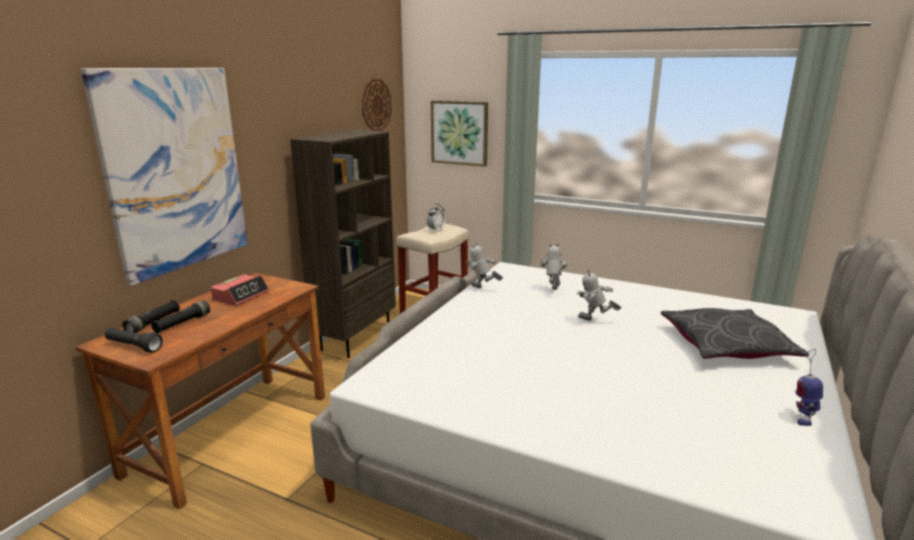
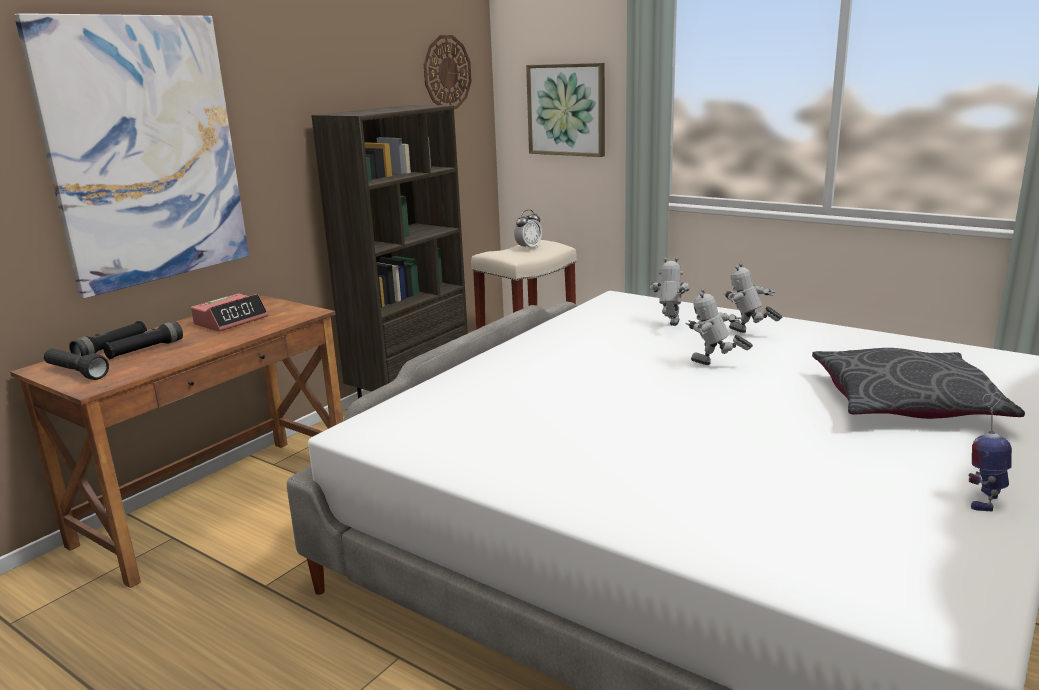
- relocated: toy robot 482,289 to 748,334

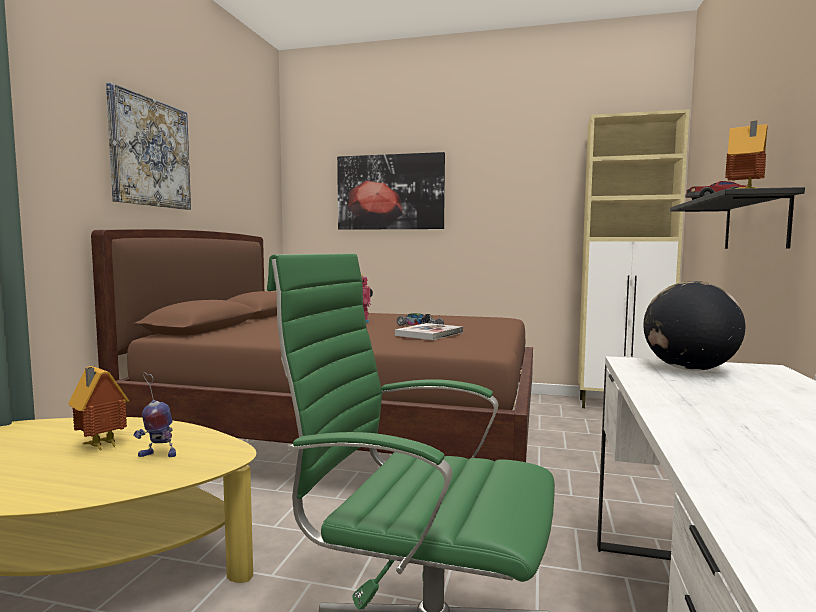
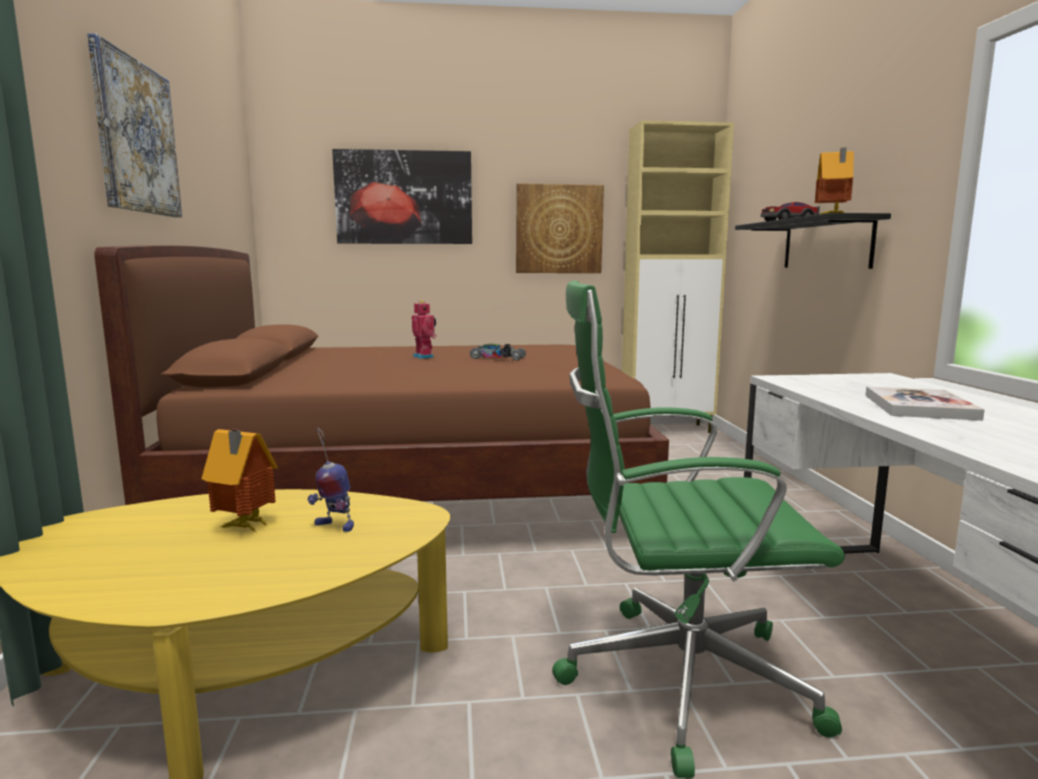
- spun: toy robot 157,455 = 334,526 45 degrees clockwise
- appeared: picture 559,229
- relocated: book 429,334 to 919,407
- missing: globe 689,369

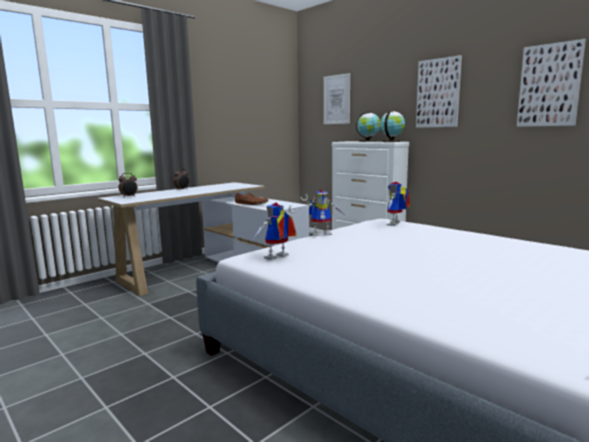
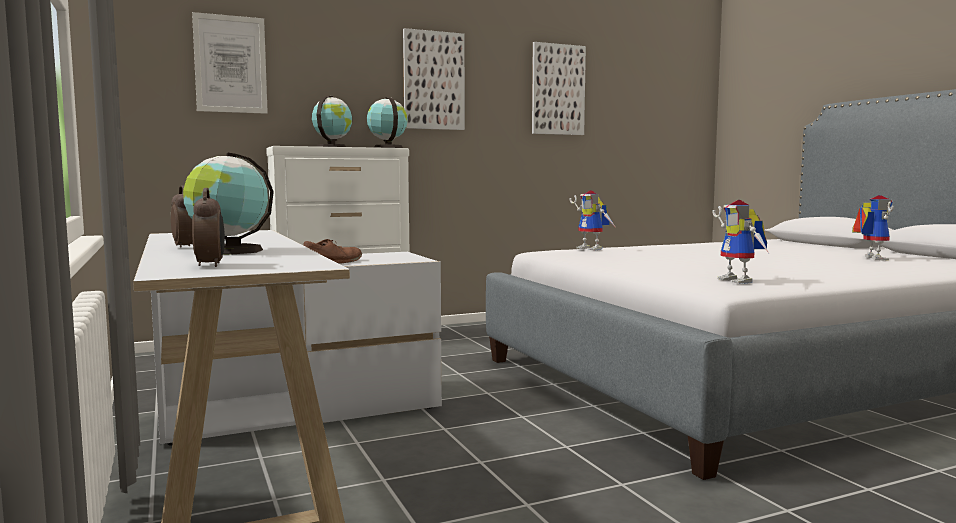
- appeared: globe 229,251
- relocated: toy robot 322,233 to 870,258

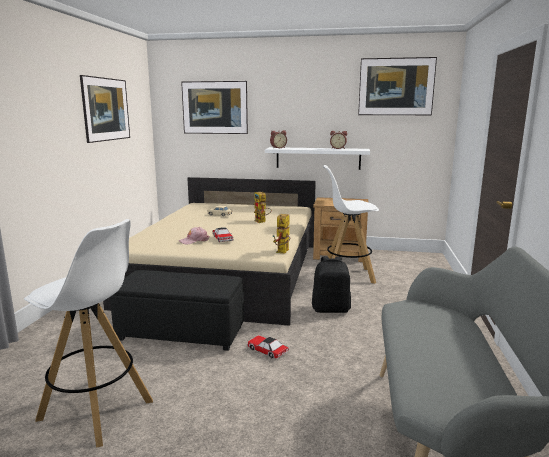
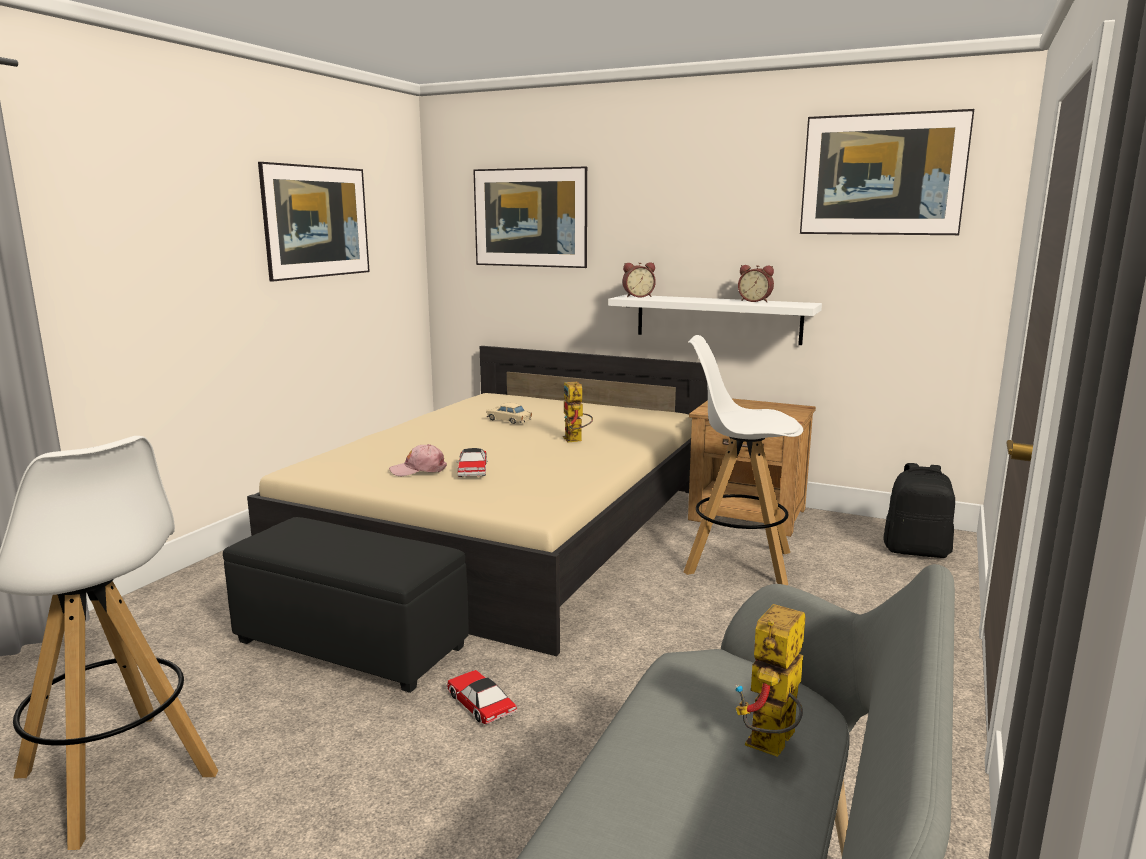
- relocated: toy robot 283,252 to 771,747
- relocated: backpack/black 331,309 to 916,551

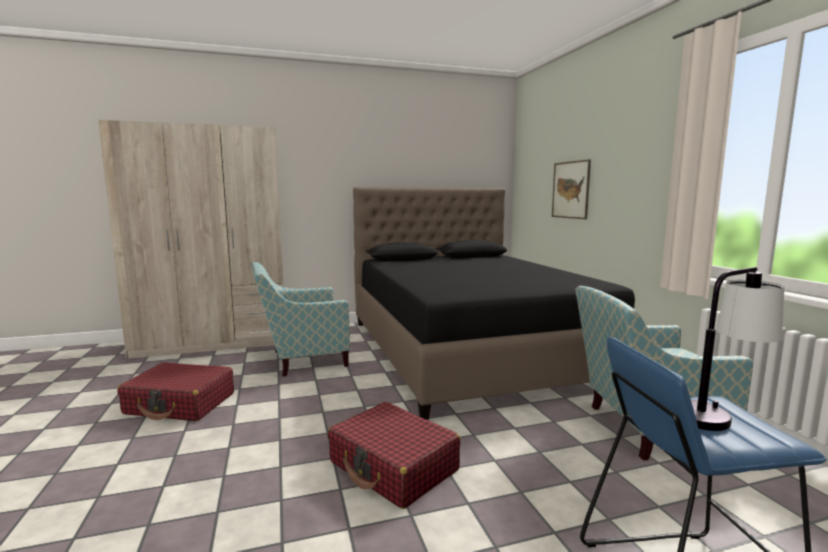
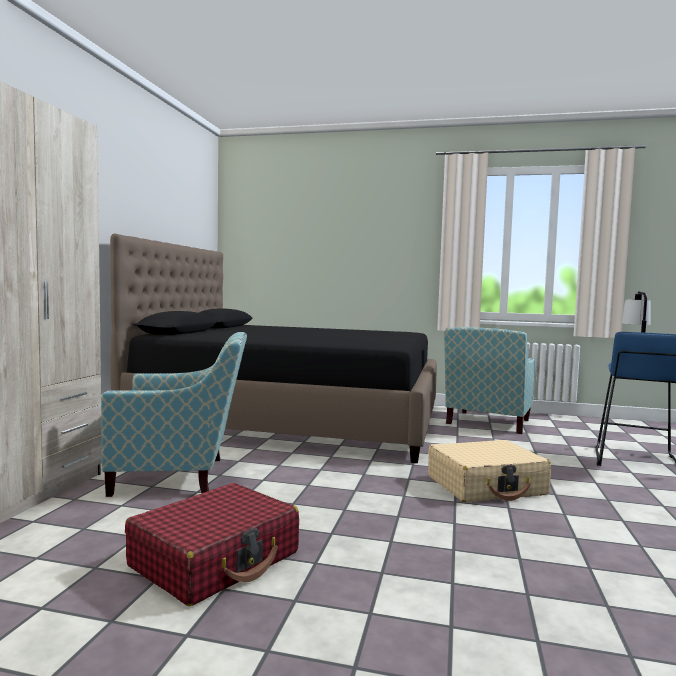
- spun: armchair 301,360 = 182,476 105 degrees counterclockwise
- colour: suitcase/red 393,467 to suitcase/beige 486,486
- missing: picture 570,190

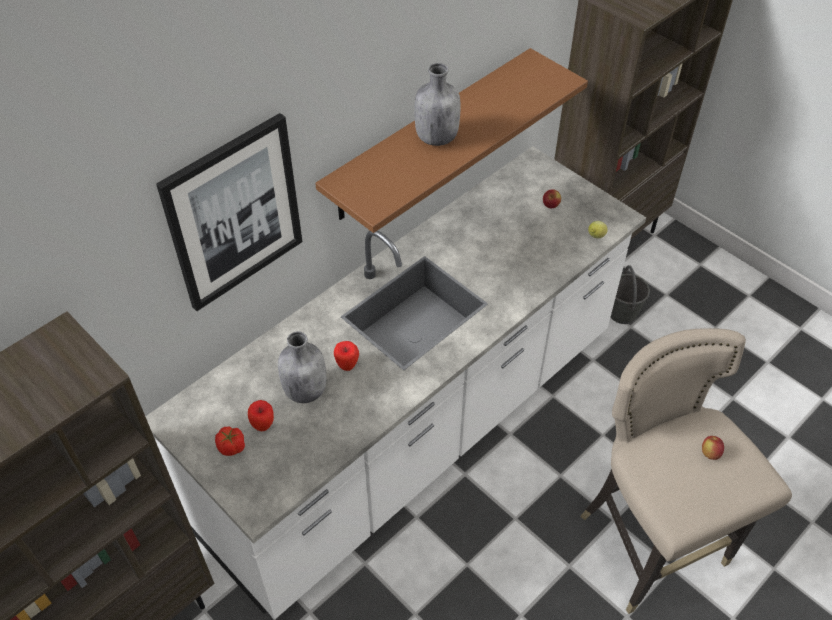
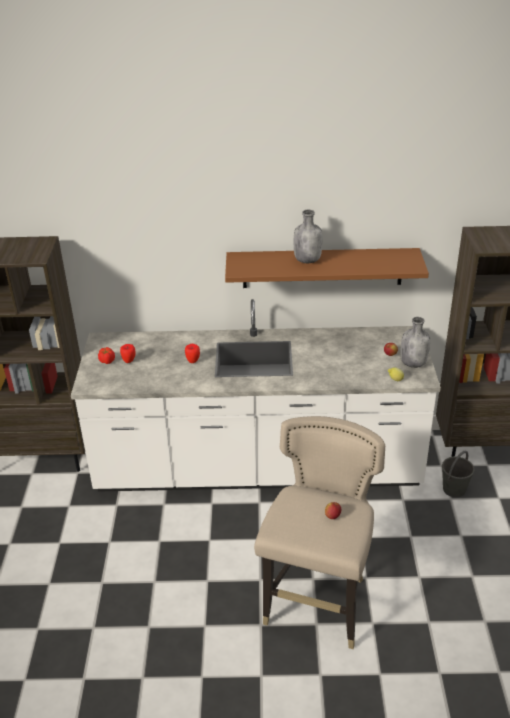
- relocated: bottle/grey 305,390 to 413,363
- missing: picture 234,213

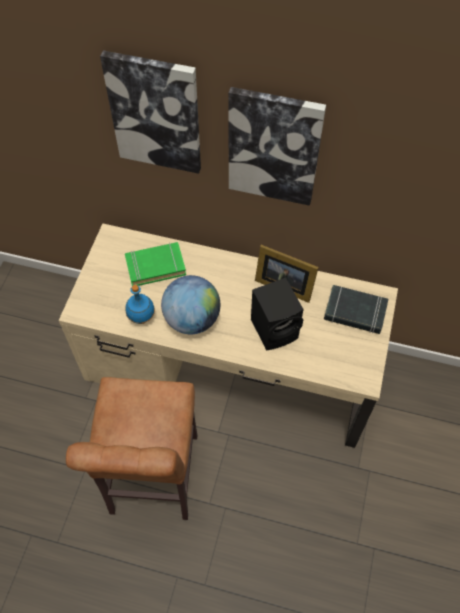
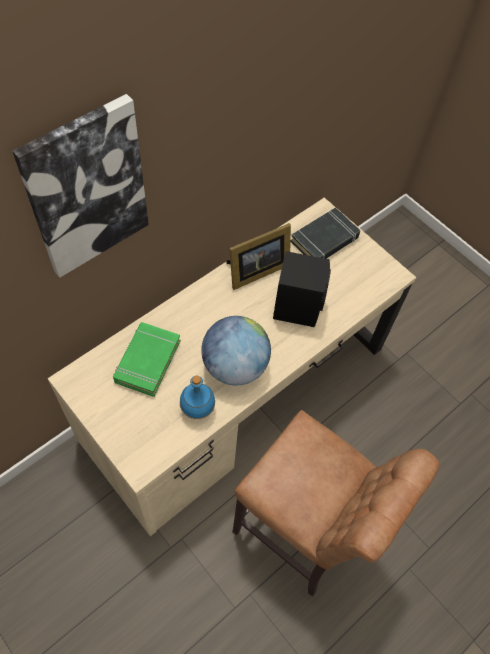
- missing: picture 274,147

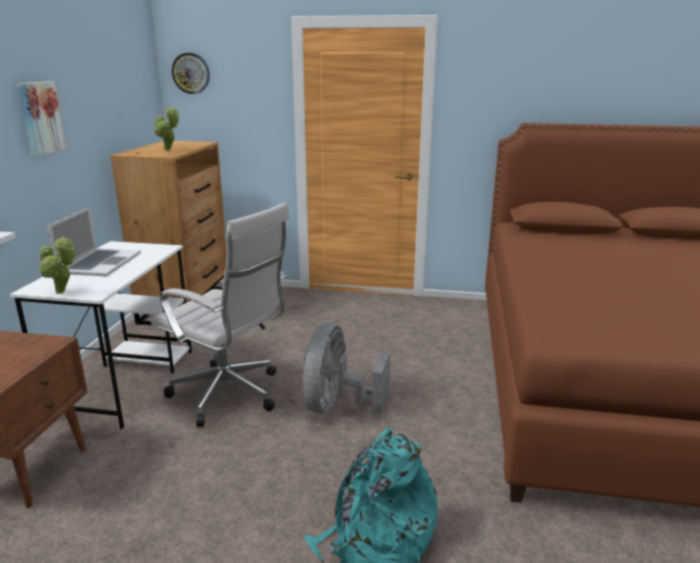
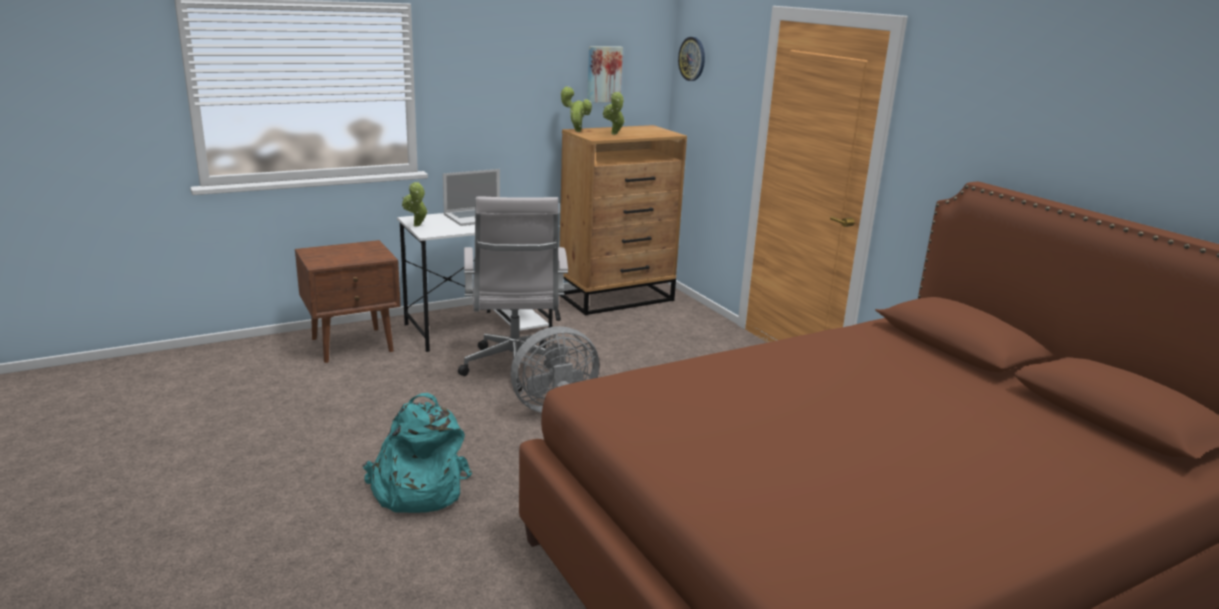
- appeared: potted plant 576,131
- relocated: picture 40,118 to 603,74

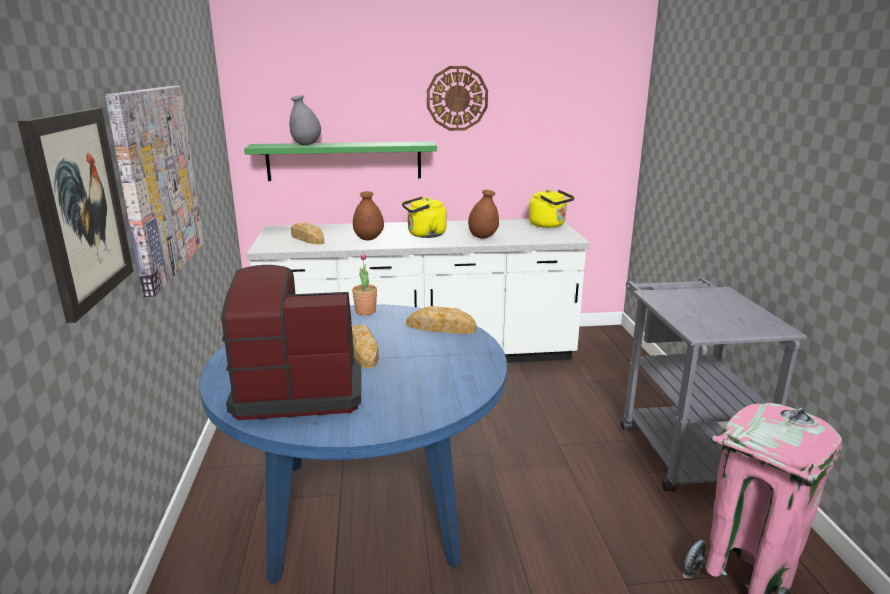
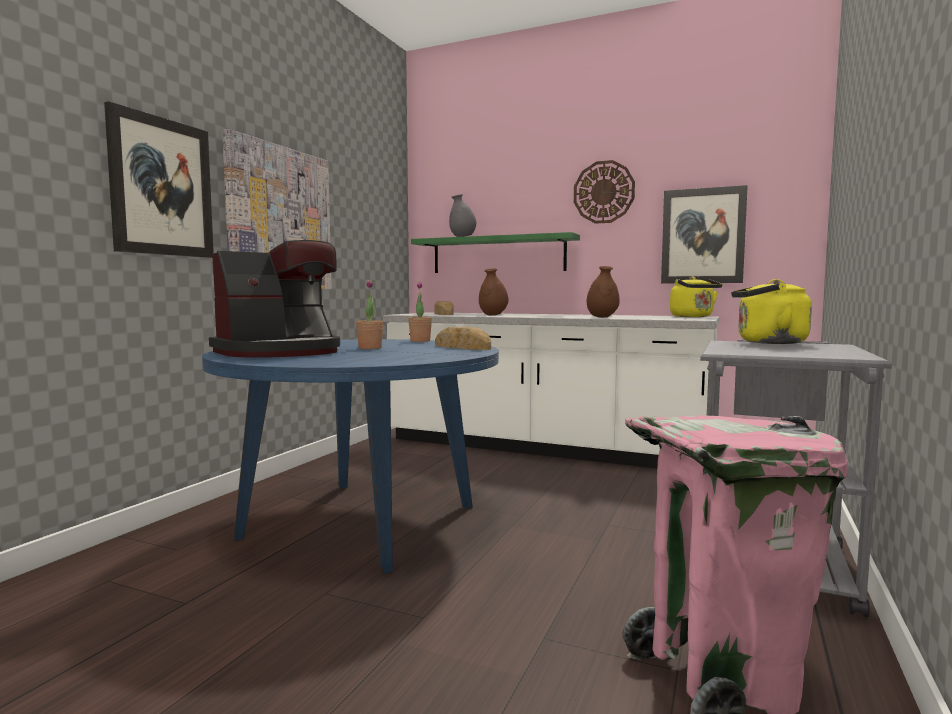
- spun: coffee machine 298,390 = 280,352 120 degrees clockwise
- exchanged: bread 362,351 to potted plant 370,348
- appeared: picture 703,236
- relocated: kettle/yellow 424,235 to 767,342

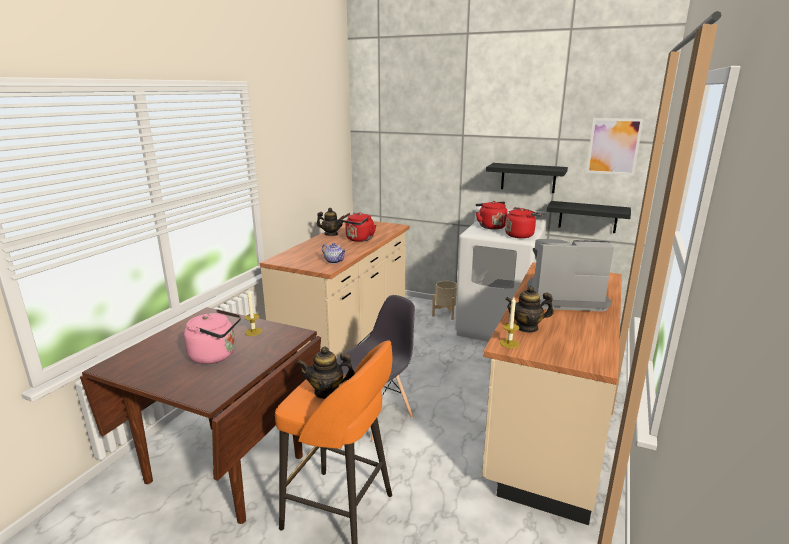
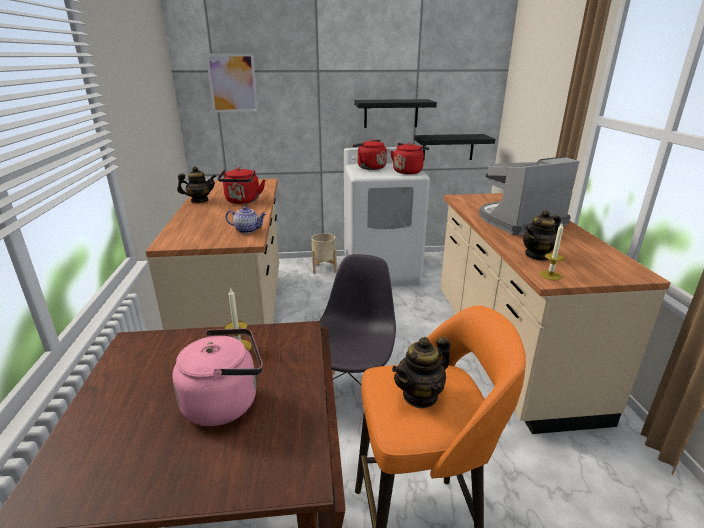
- relocated: picture 613,146 to 232,83

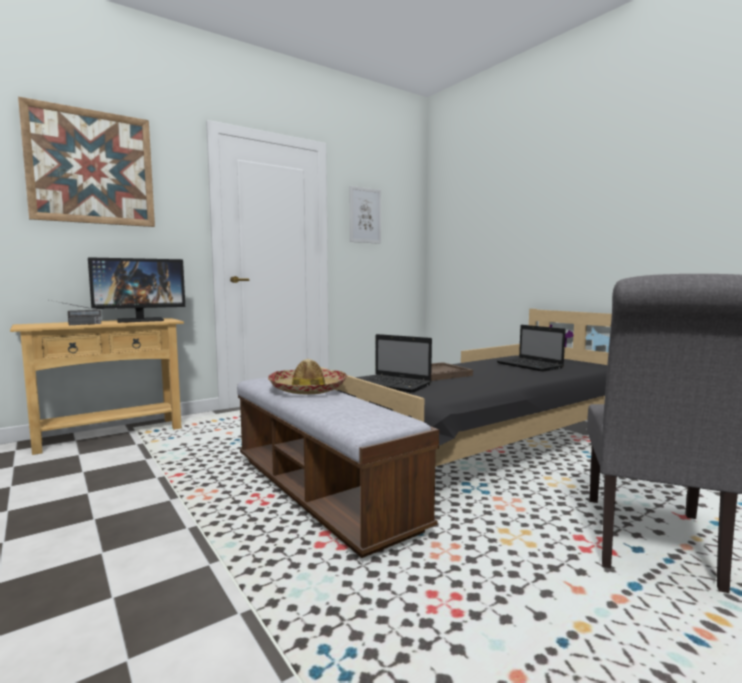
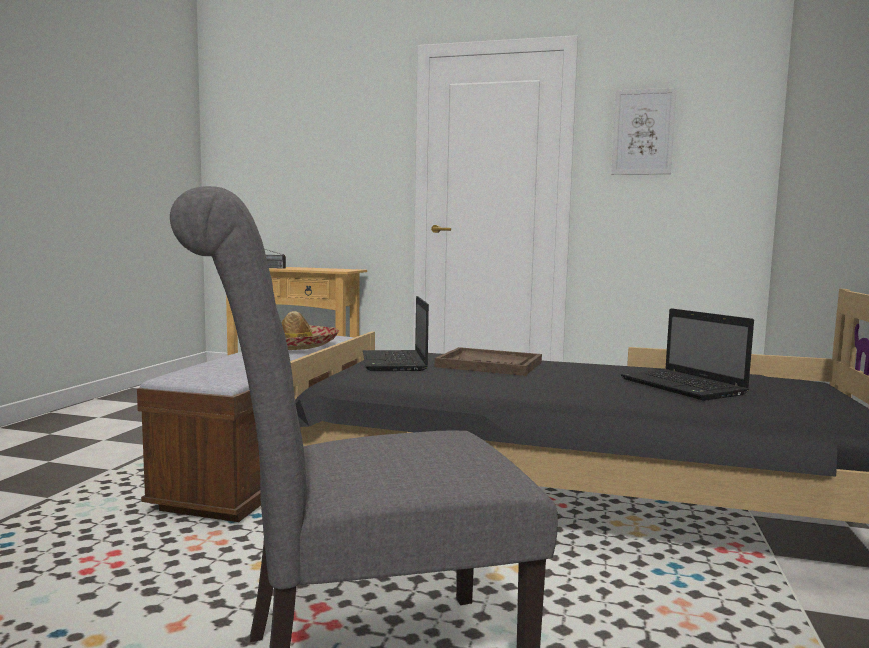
- spun: laptop 531,366 = 685,387 45 degrees counterclockwise
- missing: picture 91,167
- missing: monitor 141,320

